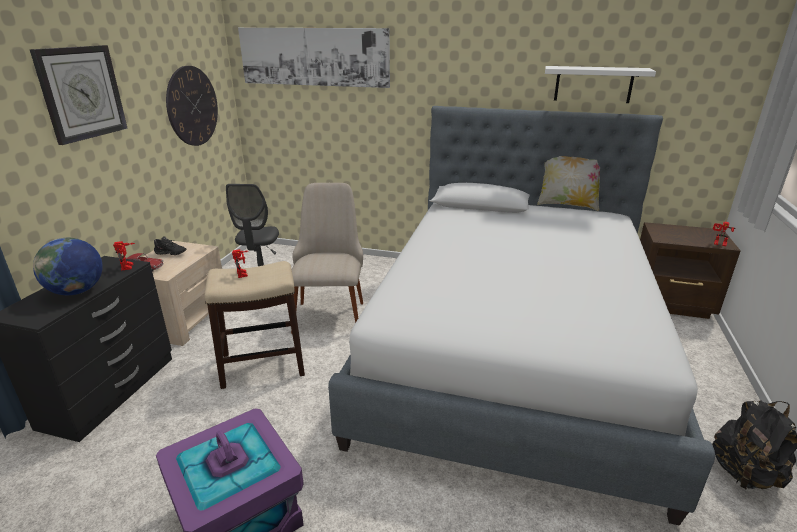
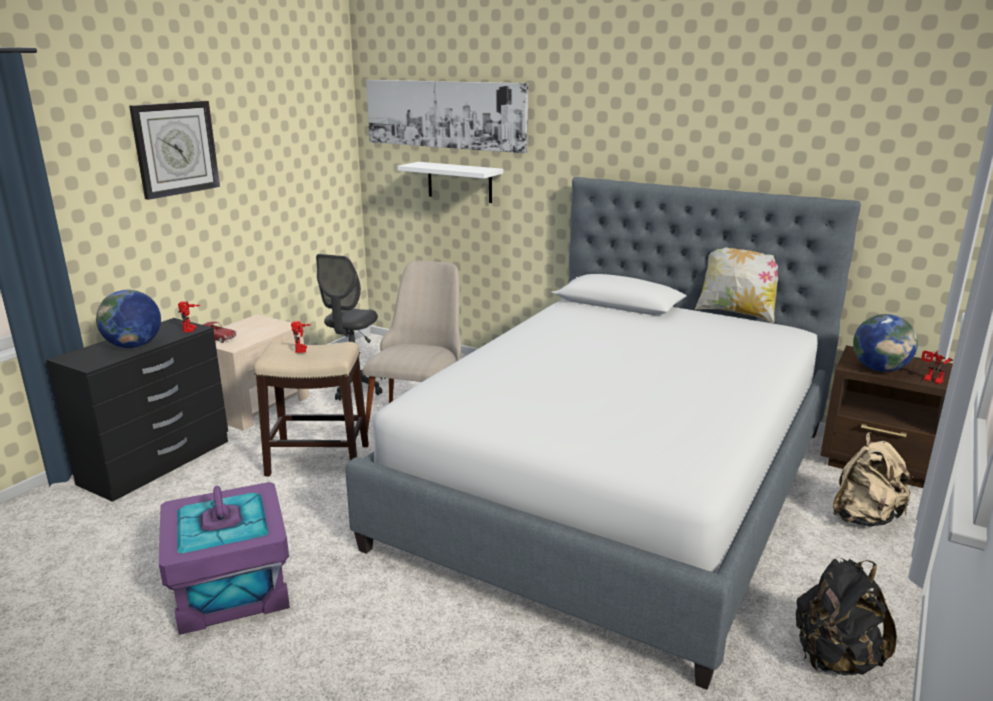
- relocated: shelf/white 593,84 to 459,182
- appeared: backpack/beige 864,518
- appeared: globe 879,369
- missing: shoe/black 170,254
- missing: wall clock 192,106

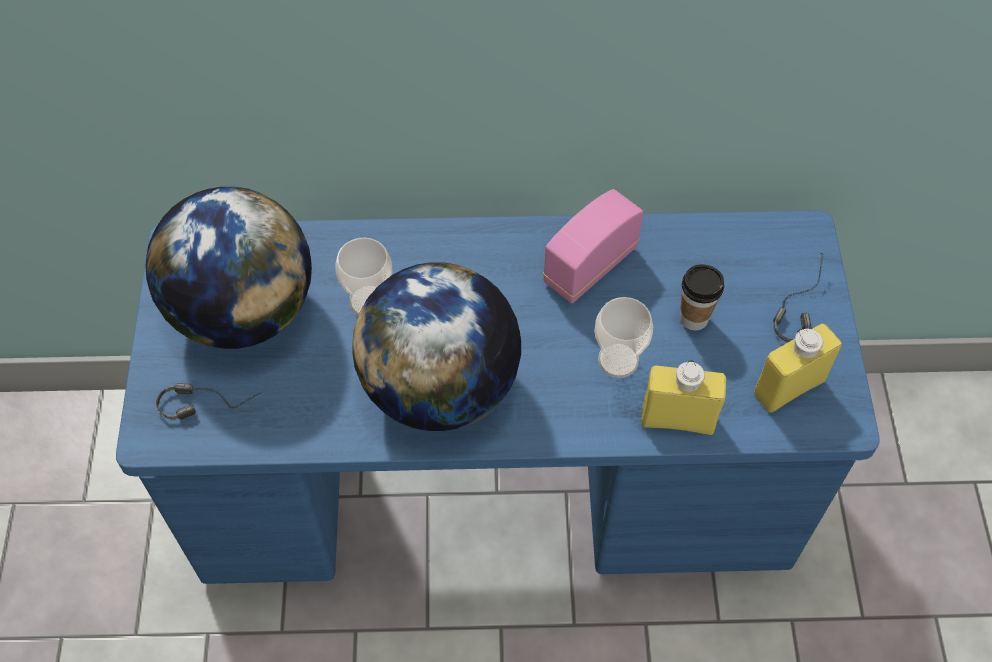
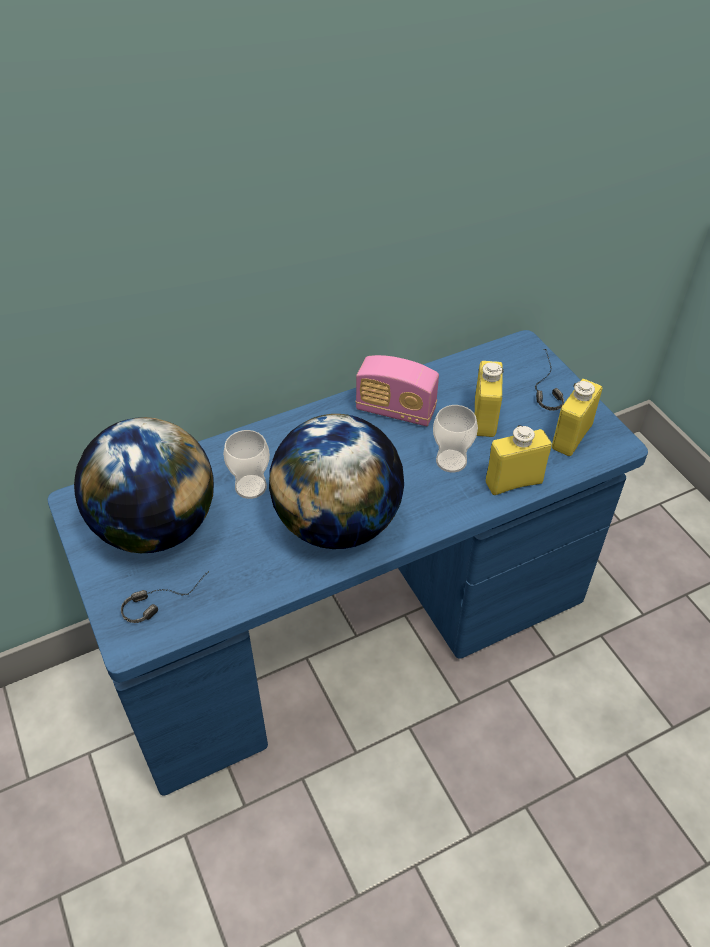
- spun: radio 590,266 = 395,410 90 degrees counterclockwise
- exchanged: cup 694,318 to bottle/yellow 484,418

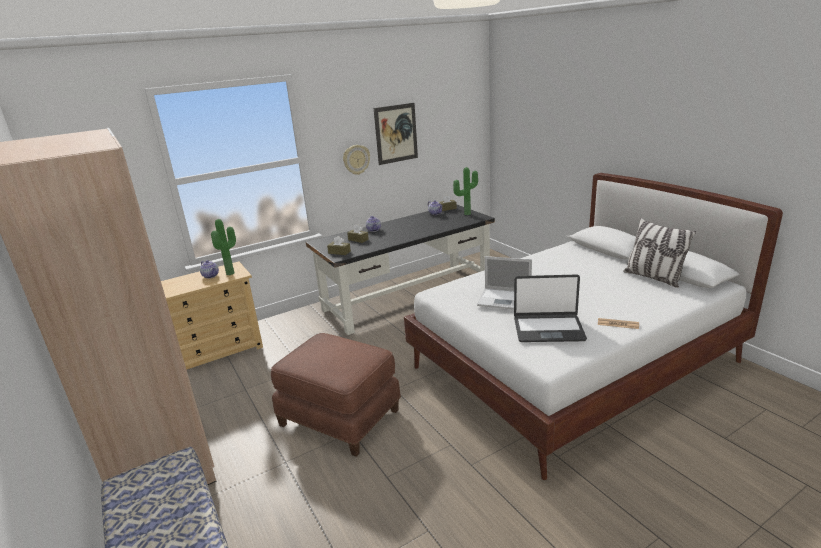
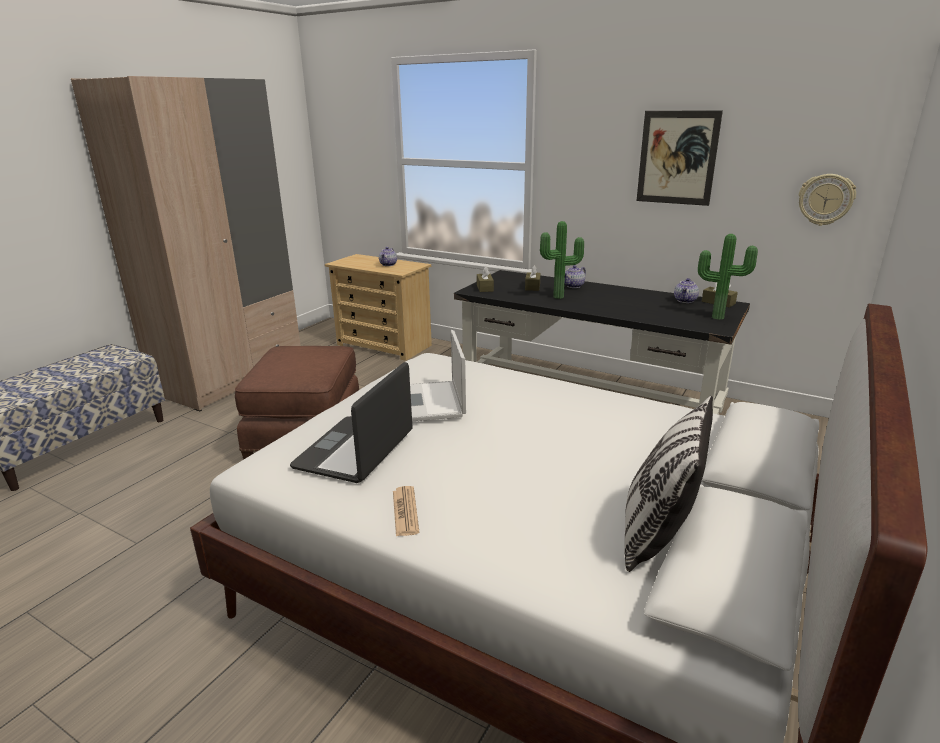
- spun: laptop 548,329 = 356,450 45 degrees clockwise
- relocated: potted plant 232,273 to 559,297
- relocated: wall clock 356,159 to 825,199

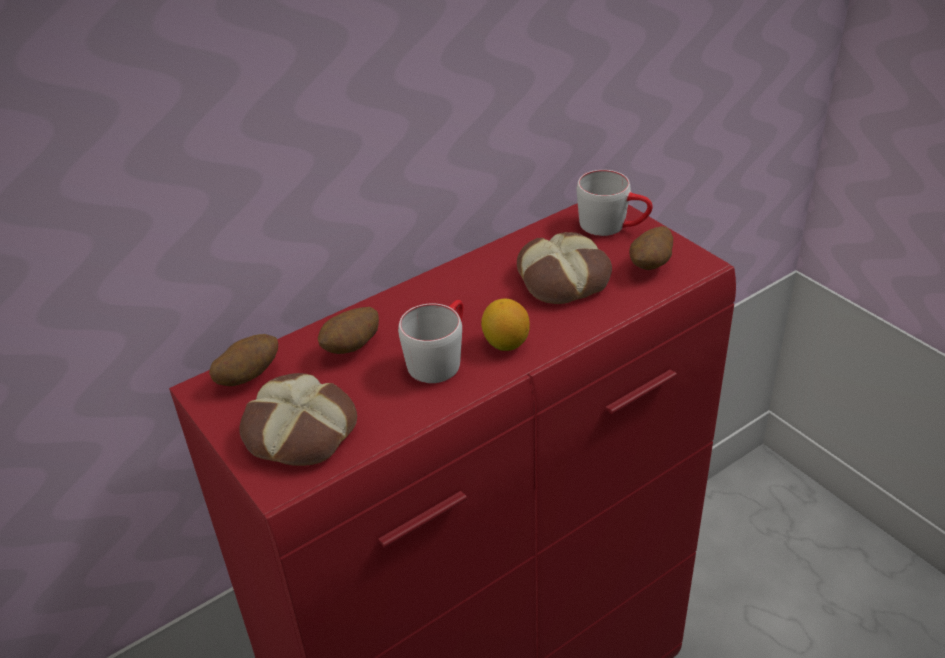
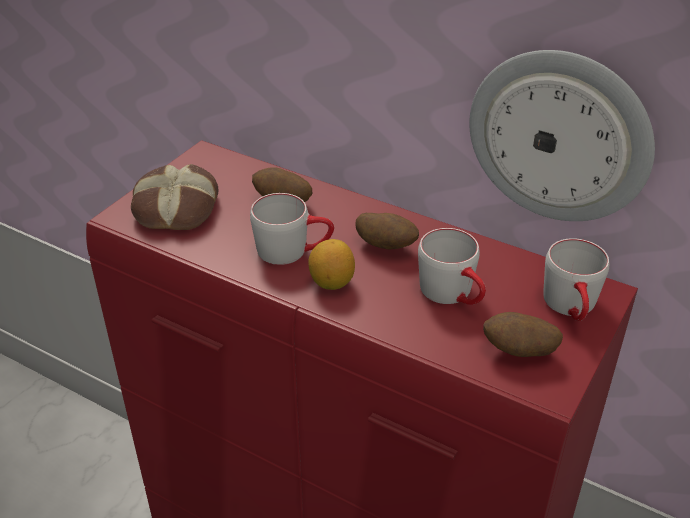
- relocated: potato 248,377 to 386,246
- exchanged: bread 564,278 to mug/grey 453,295
- appeared: wall clock 559,136

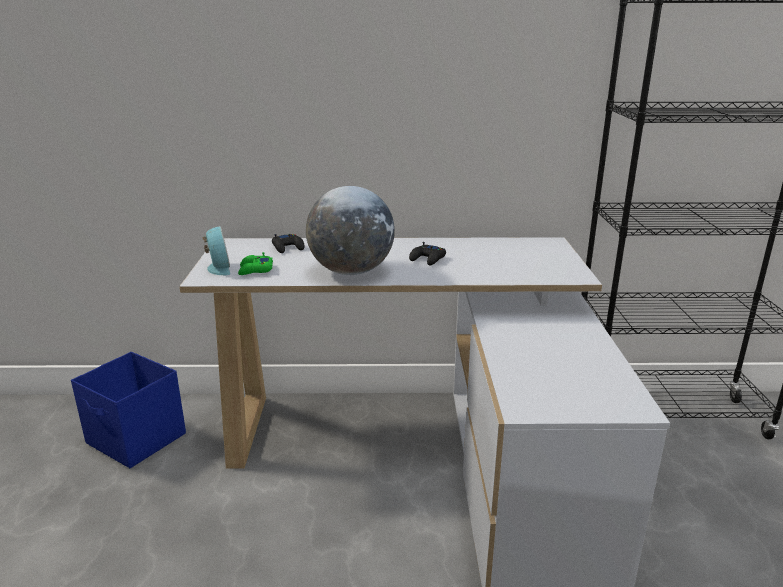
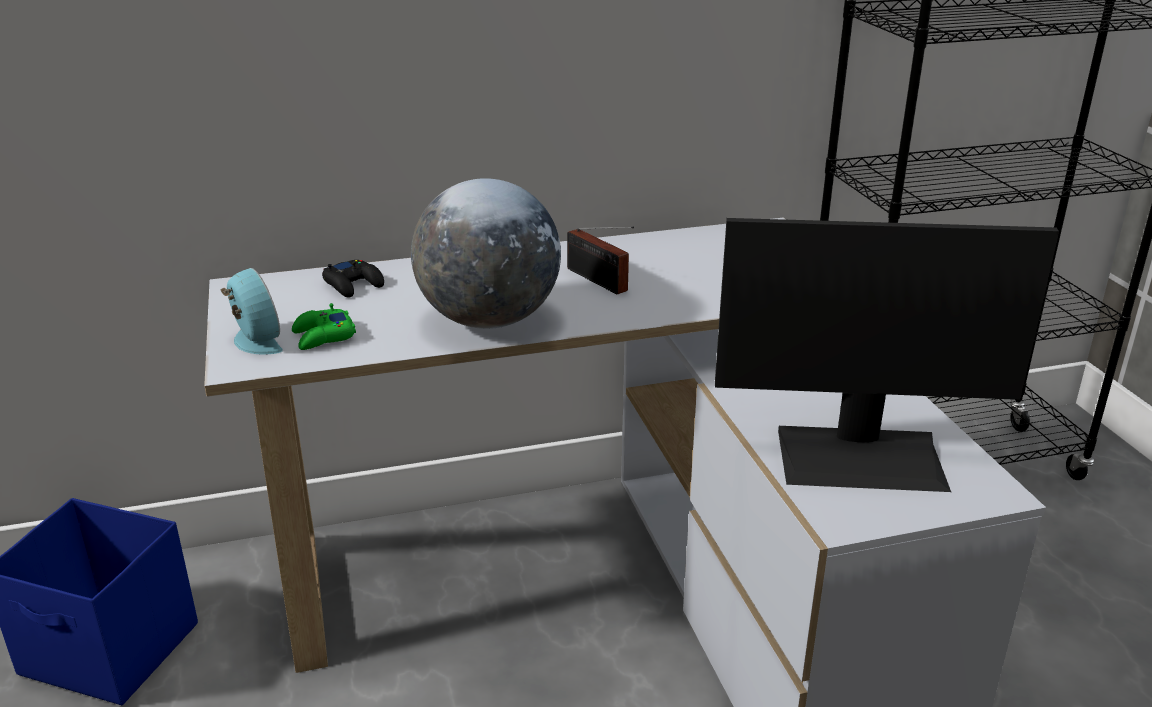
- exchanged: game controller/black 428,259 to radio 599,281
- appeared: monitor 861,457

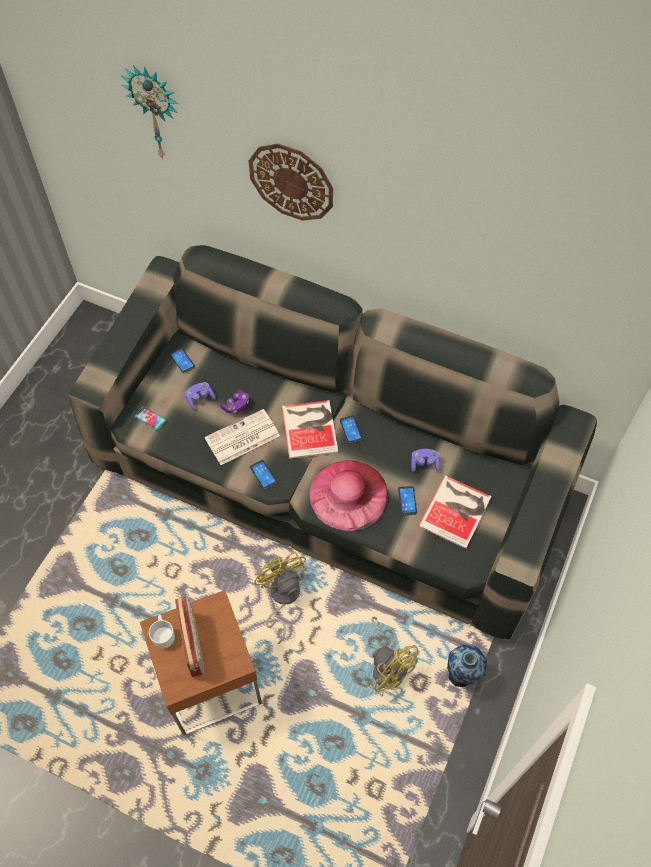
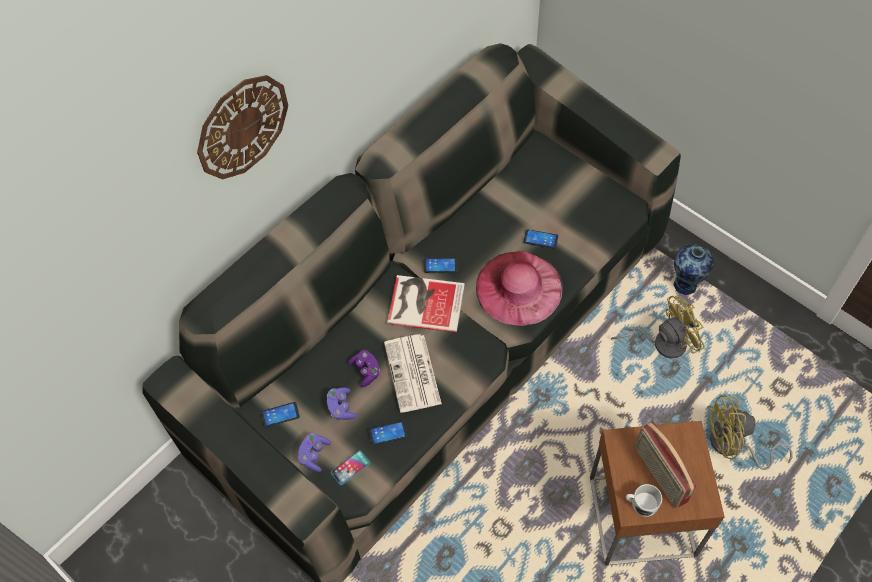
- relocated: game controller/purple 424,463 to 314,455
- relocated: phone 263,475 to 388,433
- spun: radio 193,644 = 659,474 120 degrees counterclockwise
- relocated: fan/yellow 282,597 to 733,446
- missing: wall clock 156,112
- missing: book 457,510

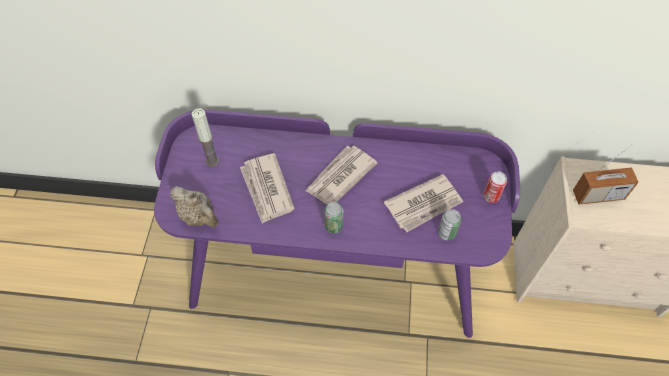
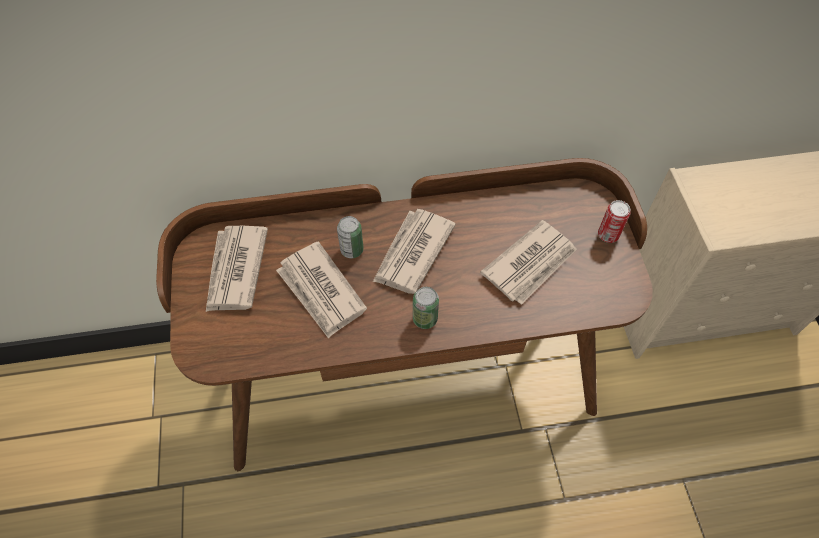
- colour: desk/purple 334,272 to desk/brown 409,376
- exchanged: candle 212,161 to newspaper 235,270
- relocated: can 446,233 to 352,250
- missing: teapot/beige 199,217
- missing: radio 598,195

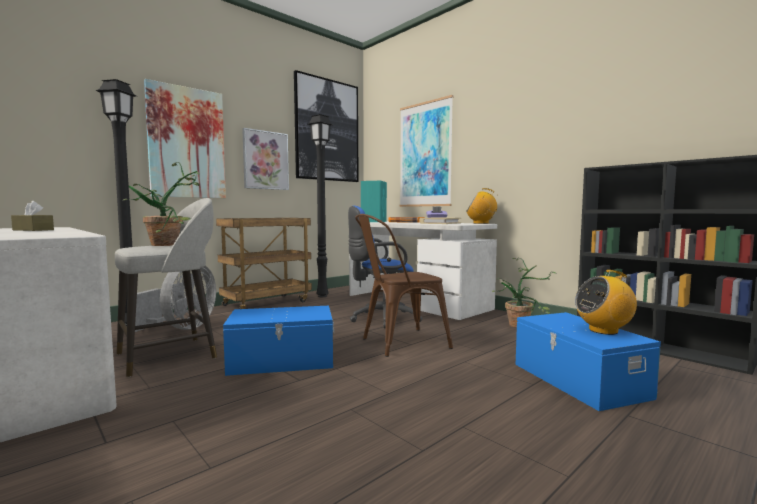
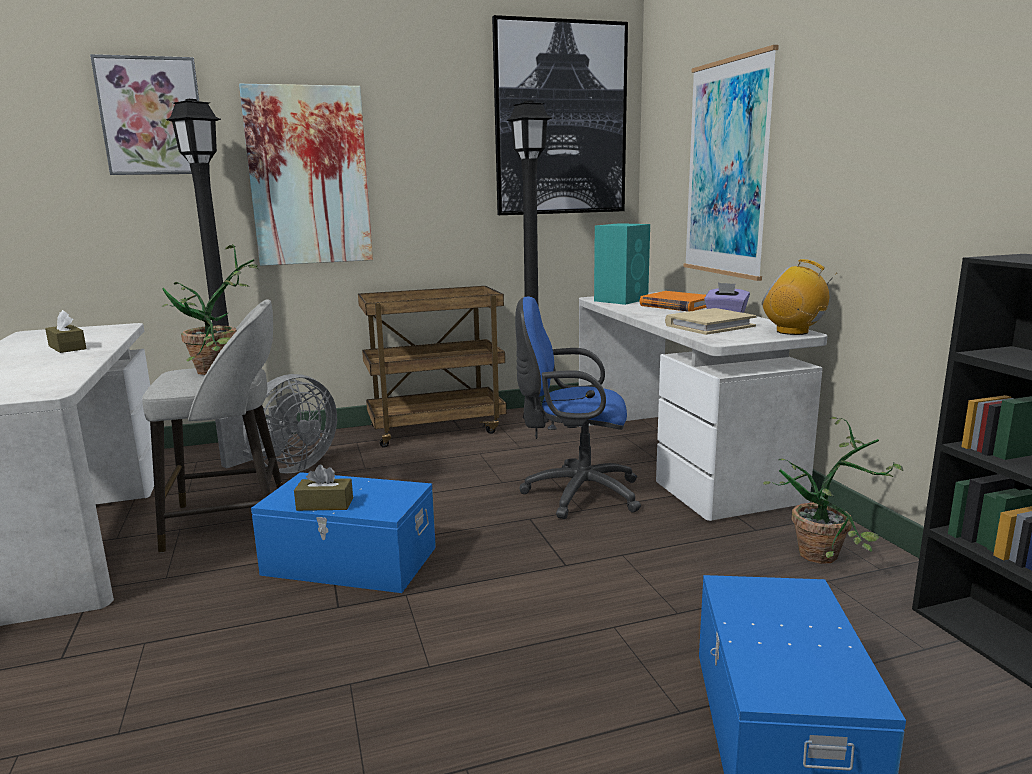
- relocated: picture 265,160 to 152,116
- appeared: tissue box/brown 325,504
- missing: chair/brown 398,343
- missing: radio 603,330

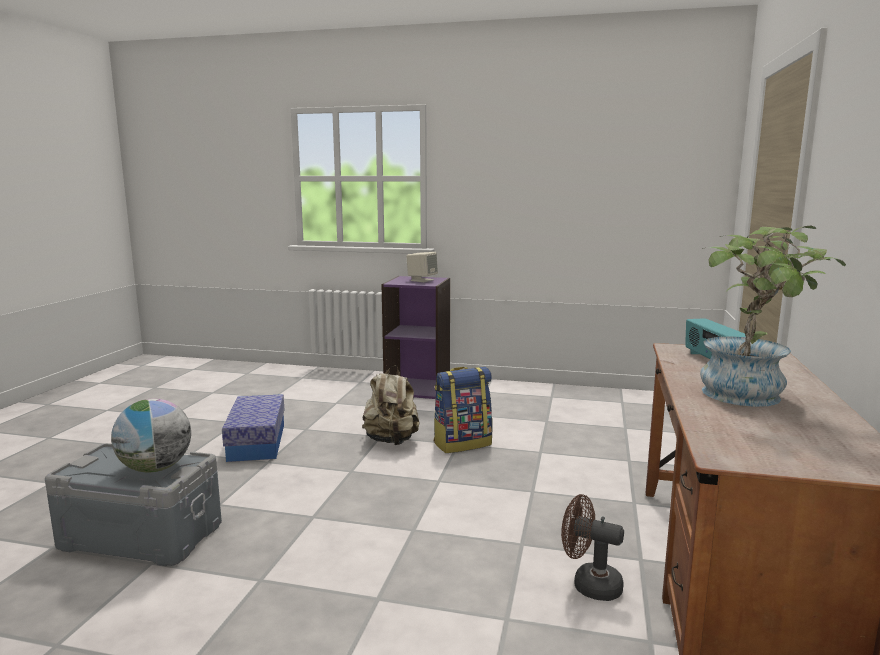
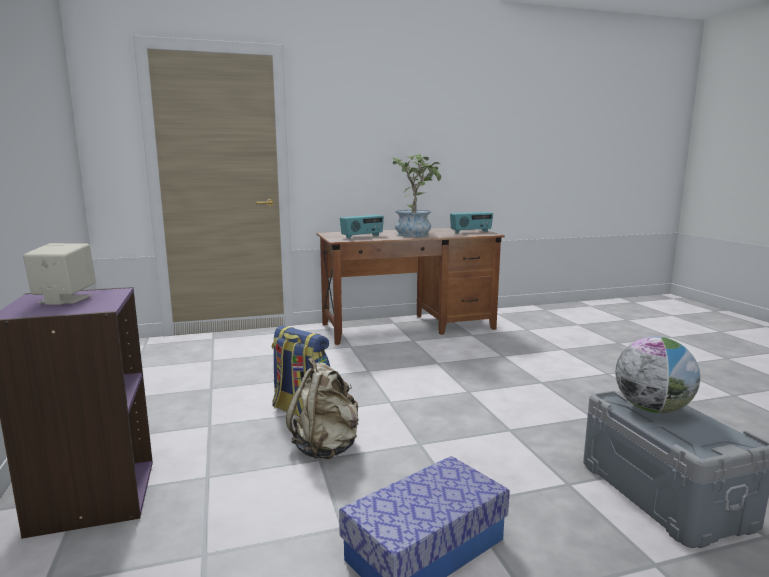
- appeared: radio 471,232
- missing: fan/brown 589,584

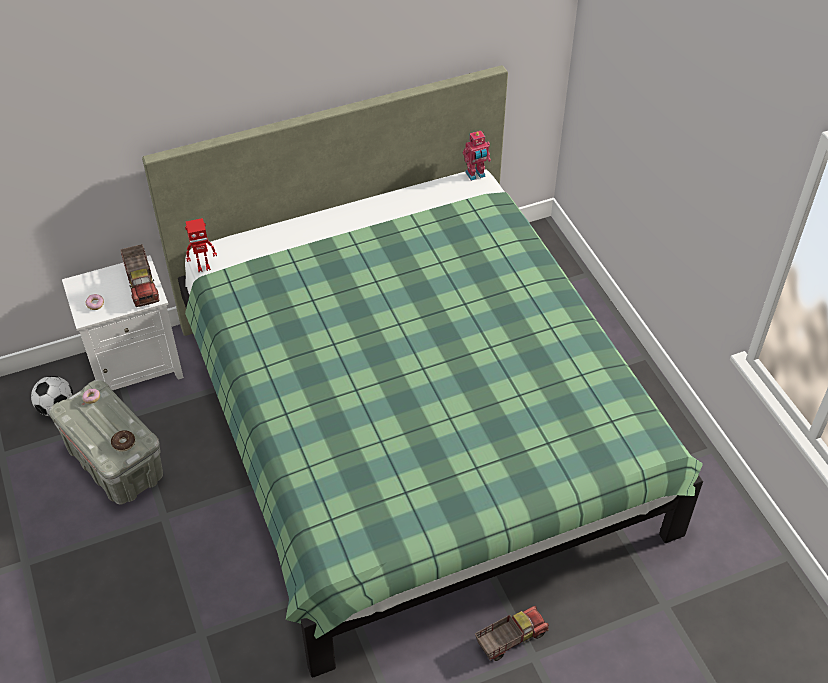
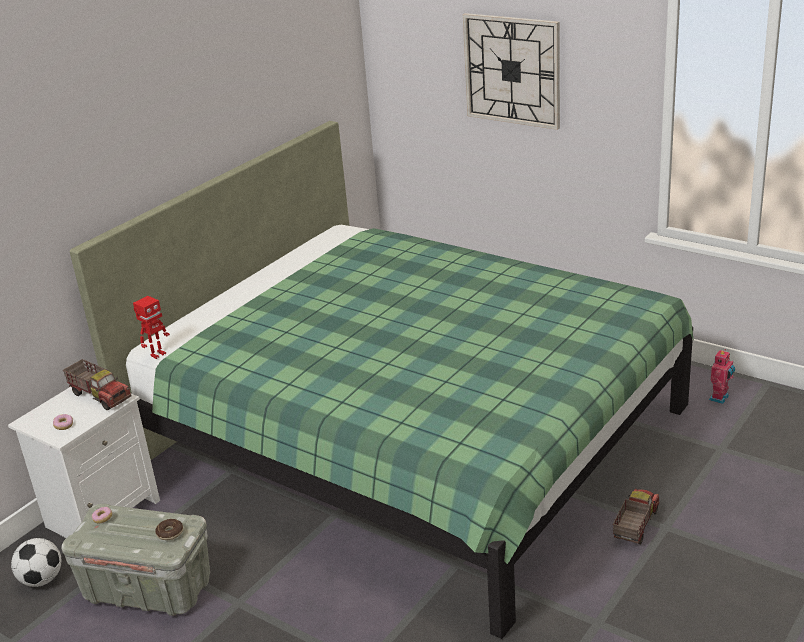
- appeared: wall clock 512,70
- relocated: toy robot 475,175 to 720,398

